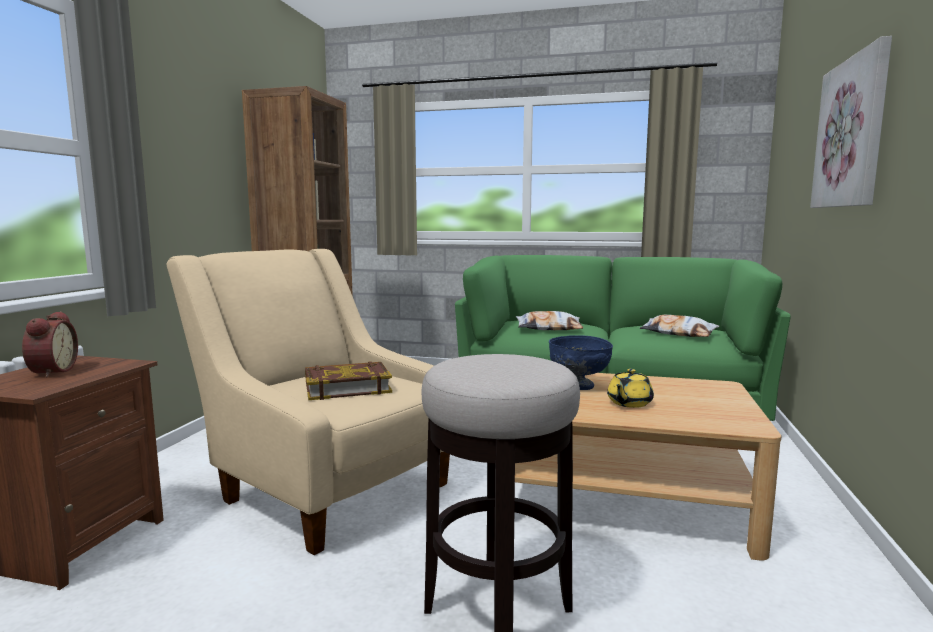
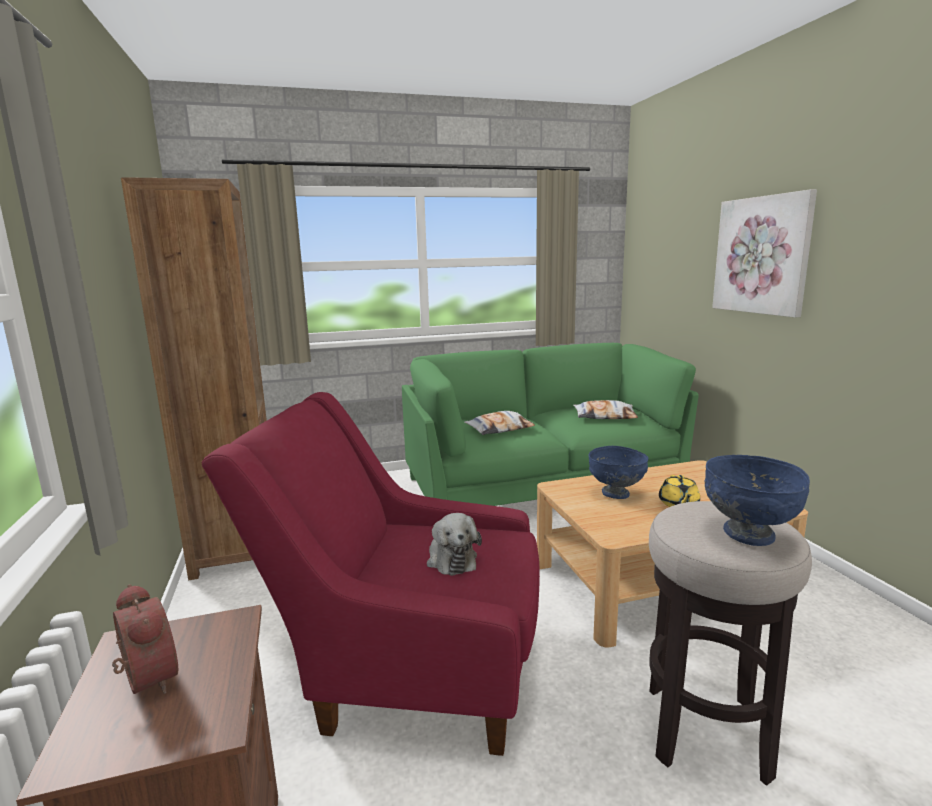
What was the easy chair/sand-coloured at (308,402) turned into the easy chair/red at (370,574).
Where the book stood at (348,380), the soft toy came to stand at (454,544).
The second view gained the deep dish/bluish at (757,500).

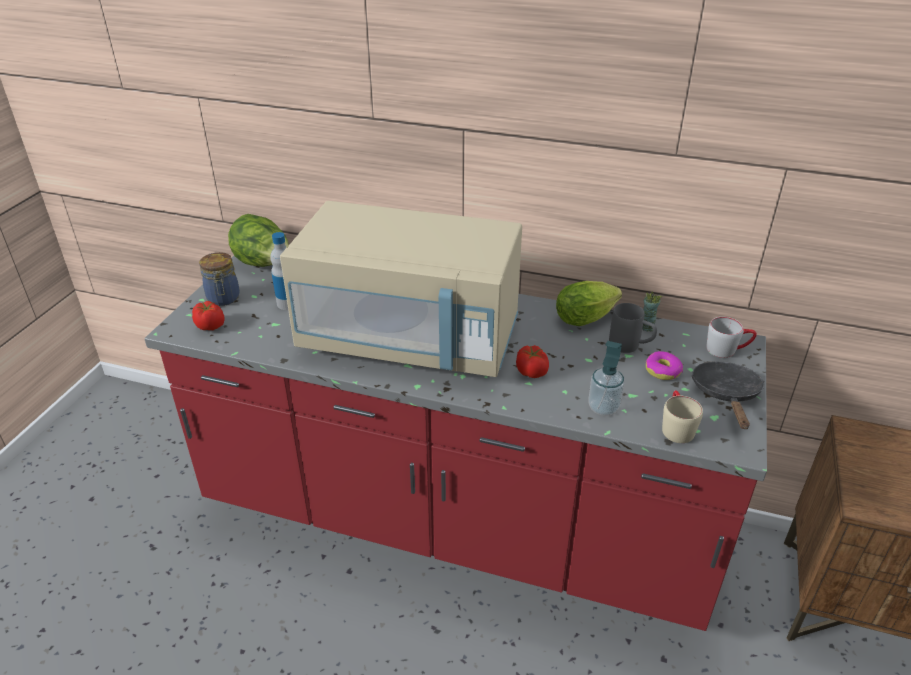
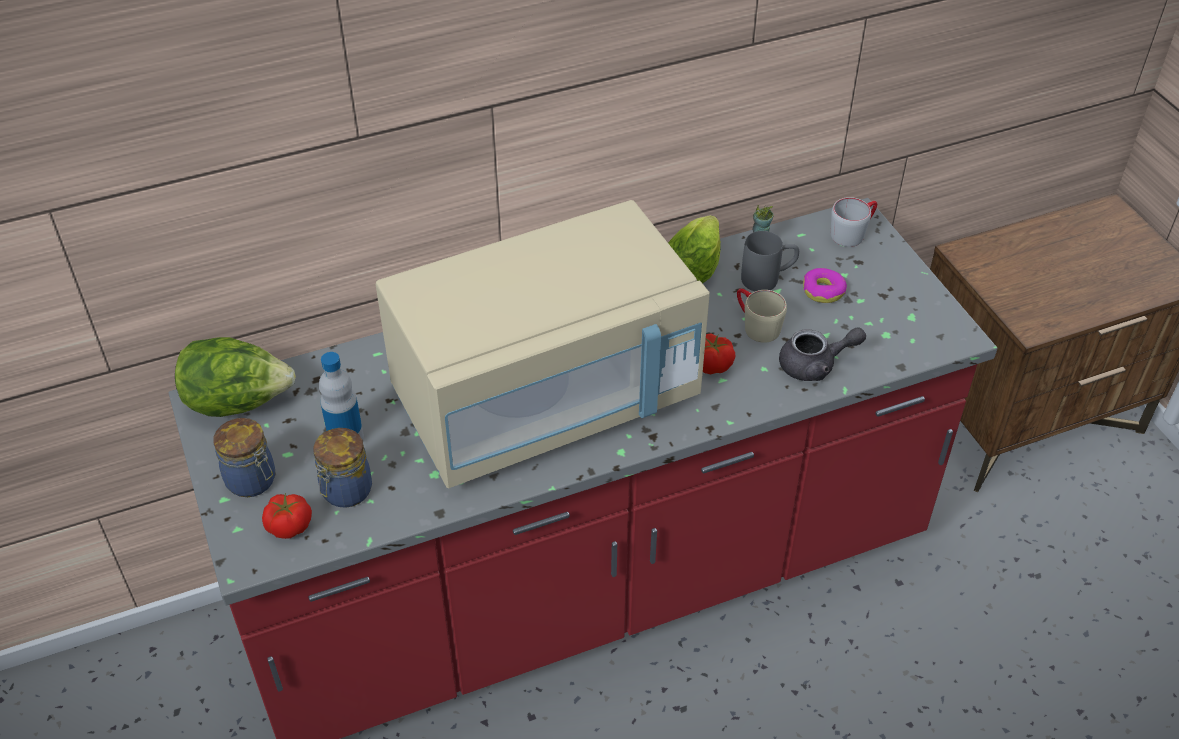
The second view gained the storage jar at (342,468).
The coffee mug/sand-coloured ended up elsewhere, having gone from (682,416) to (762,316).
Where the liquid soap bottle stood at (606,378), the pot for tea/gray came to stand at (822,354).
The second view lost the pan/black-coloured at (728,395).

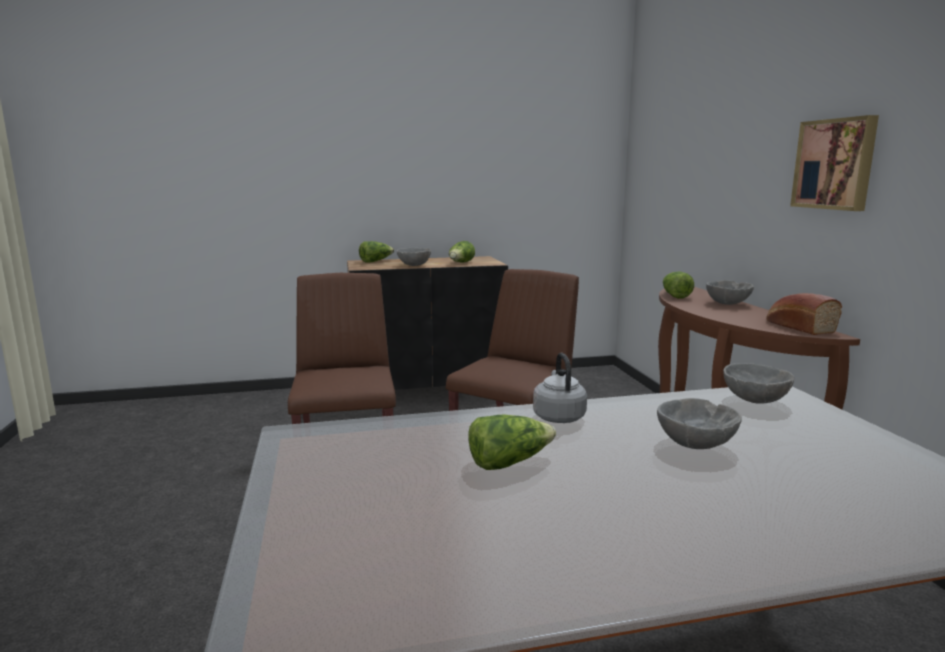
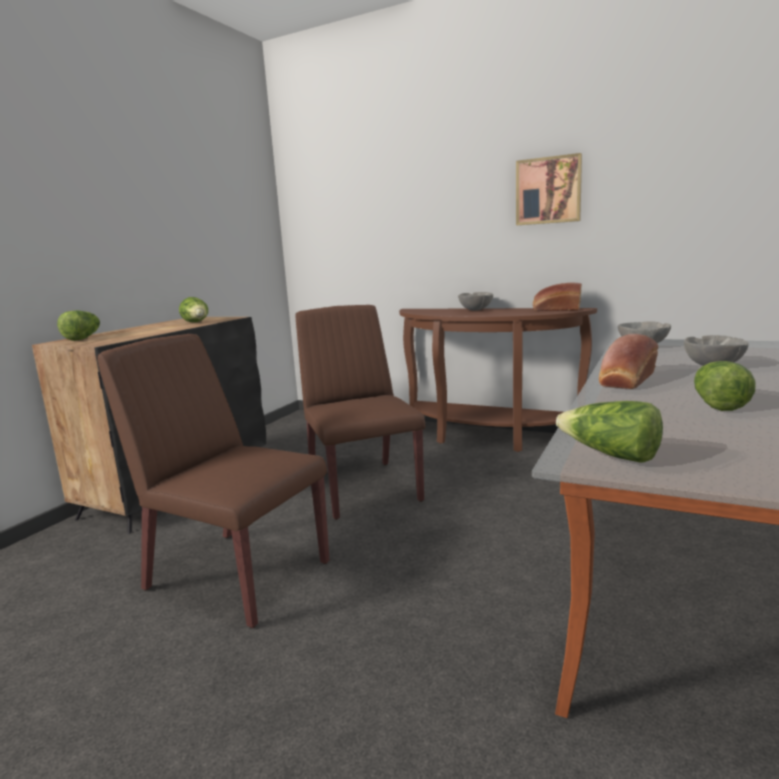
The lettuce ended up elsewhere, having gone from (678,285) to (609,432).
Where the tea kettle/gray stood at (560,388), the baked bread came to stand at (628,361).
The second view lost the deep dish/gray at (414,257).

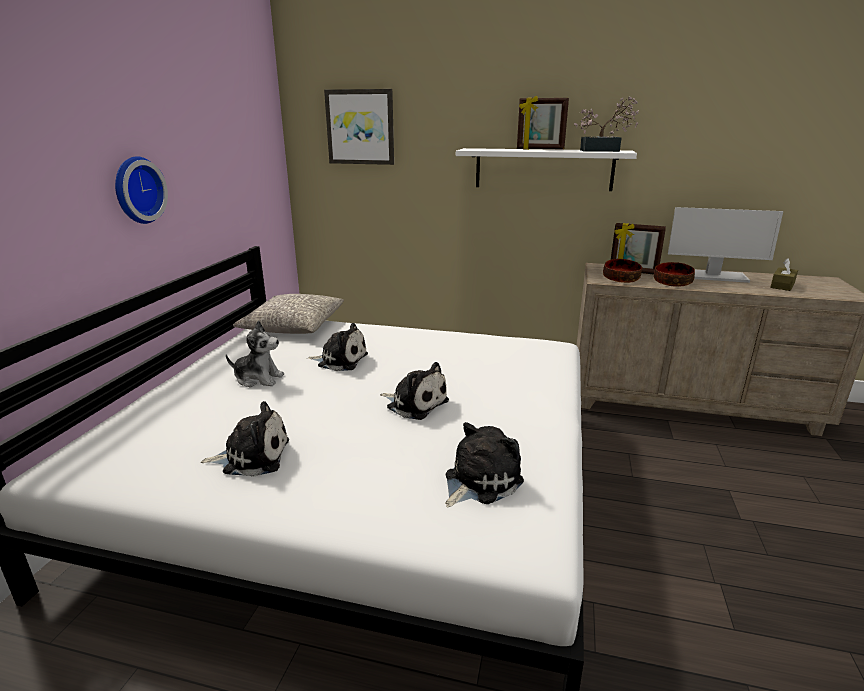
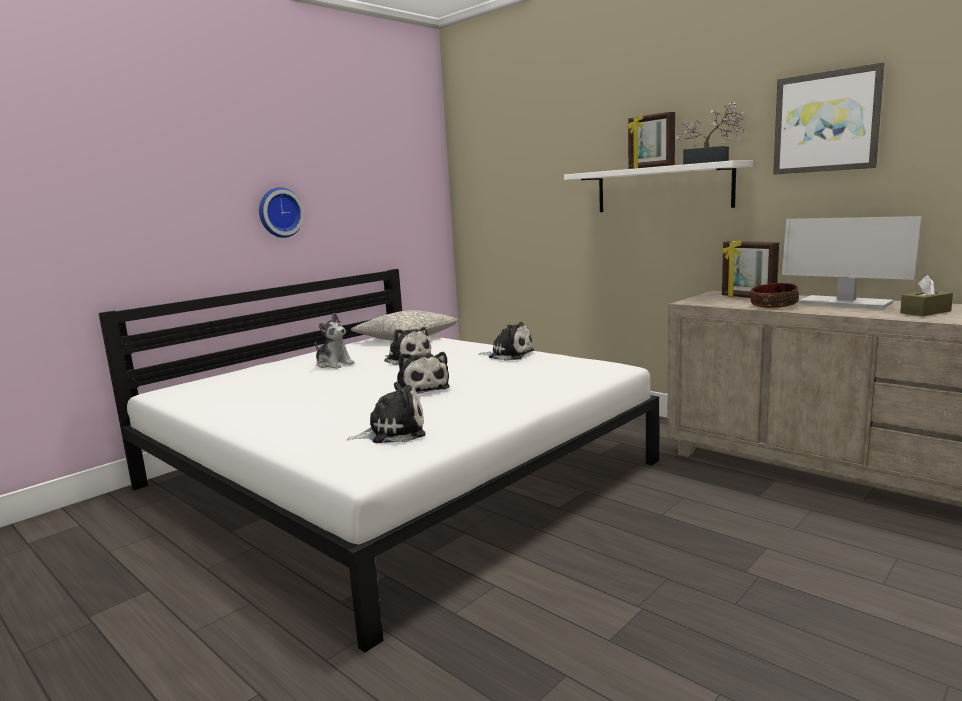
The soft toy ended up elsewhere, having gone from (245,439) to (506,341).
The wall art ended up elsewhere, having gone from (359,127) to (829,118).
The second view lost the deep dish at (622,271).

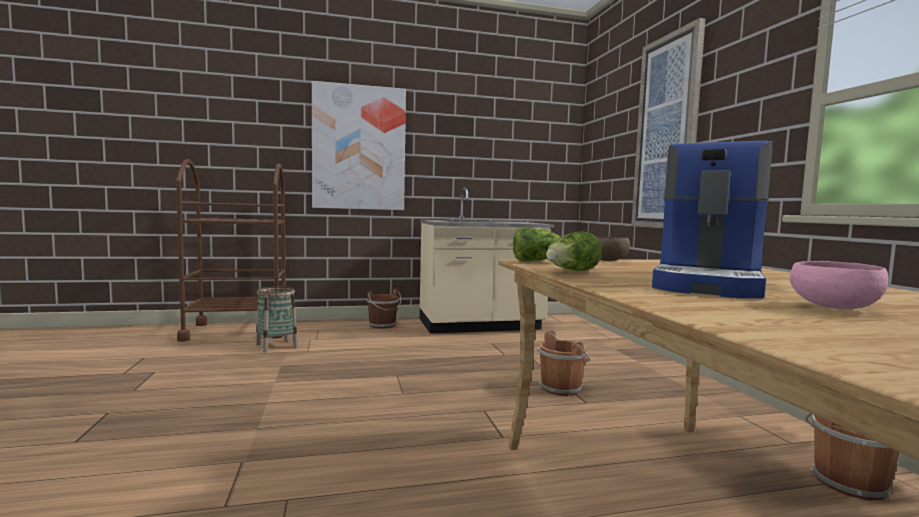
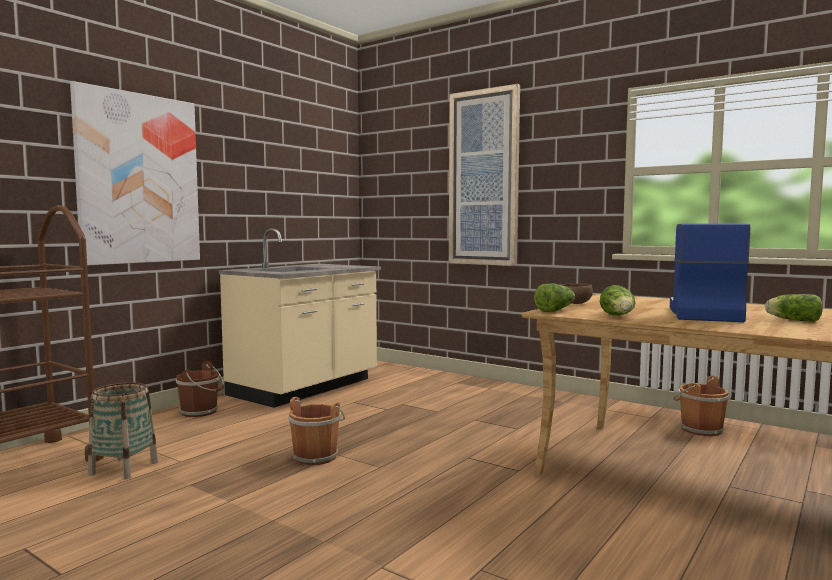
The bucket/brownish ended up elsewhere, having gone from (564,363) to (316,431).
The coffee maker at (712,219) ended up facing another way, 150 degrees counterclockwise from before.
Where the deep dish/pinkish stood at (839,285), the lettuce came to stand at (794,308).

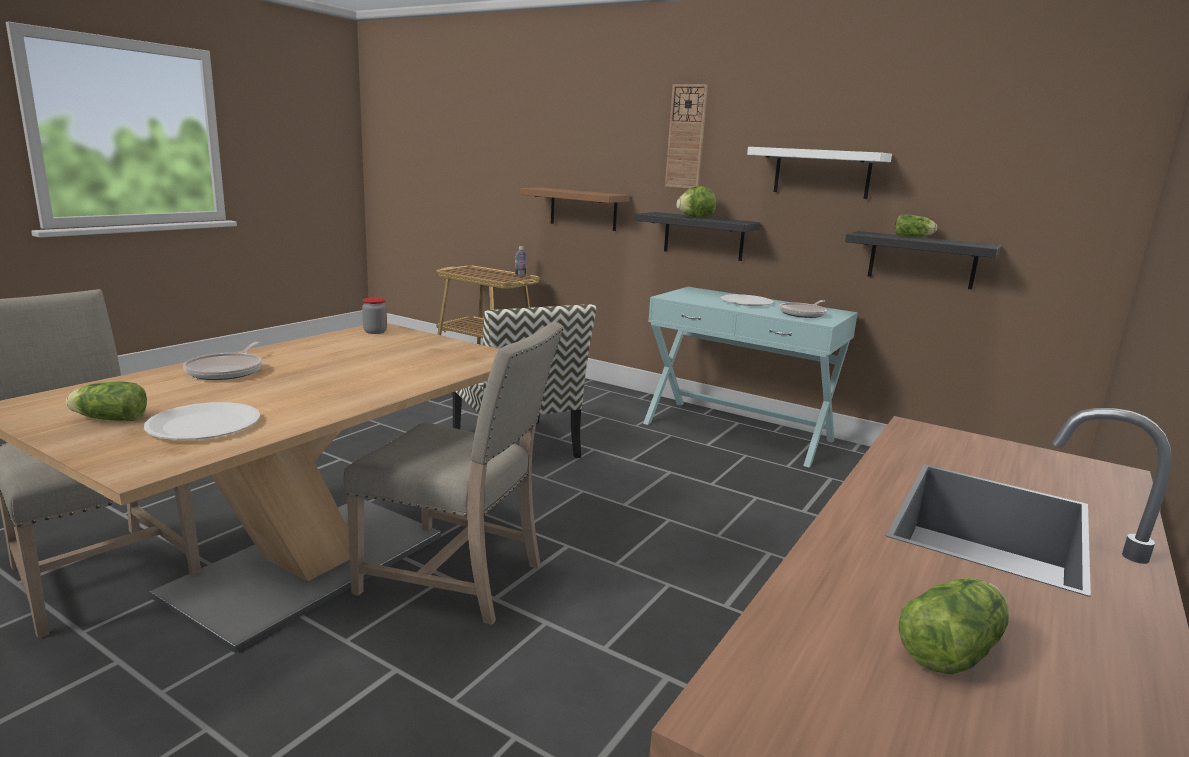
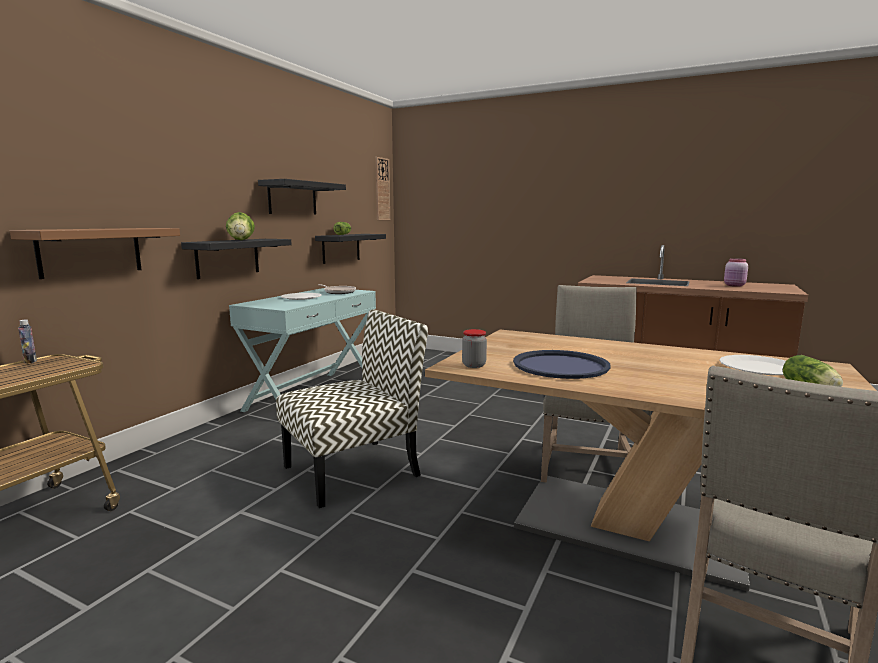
What was the bracket shelf/whitish at (819,173) turned into the bracket shelf/black-coloured at (302,197).
The wall clock ended up elsewhere, having gone from (686,136) to (382,188).
The second view gained the serving tray/bluish at (562,364).
Where the lettuce stood at (954,626), the storage jar/pinkish came to stand at (736,272).
The second view lost the pan at (222,361).

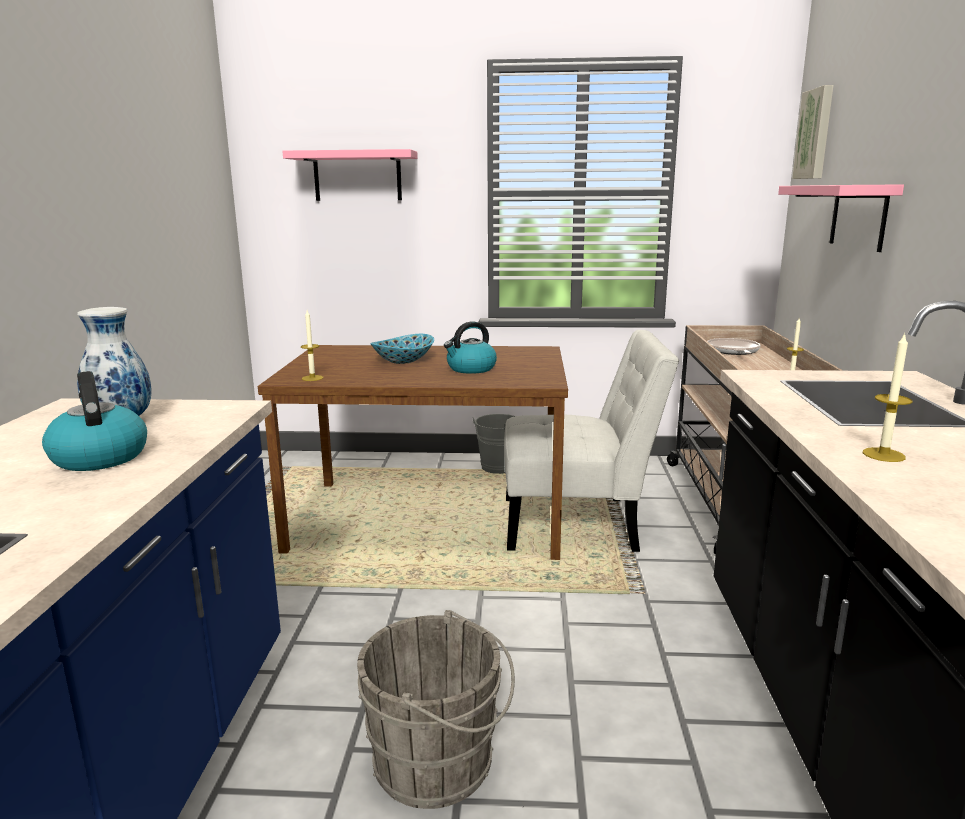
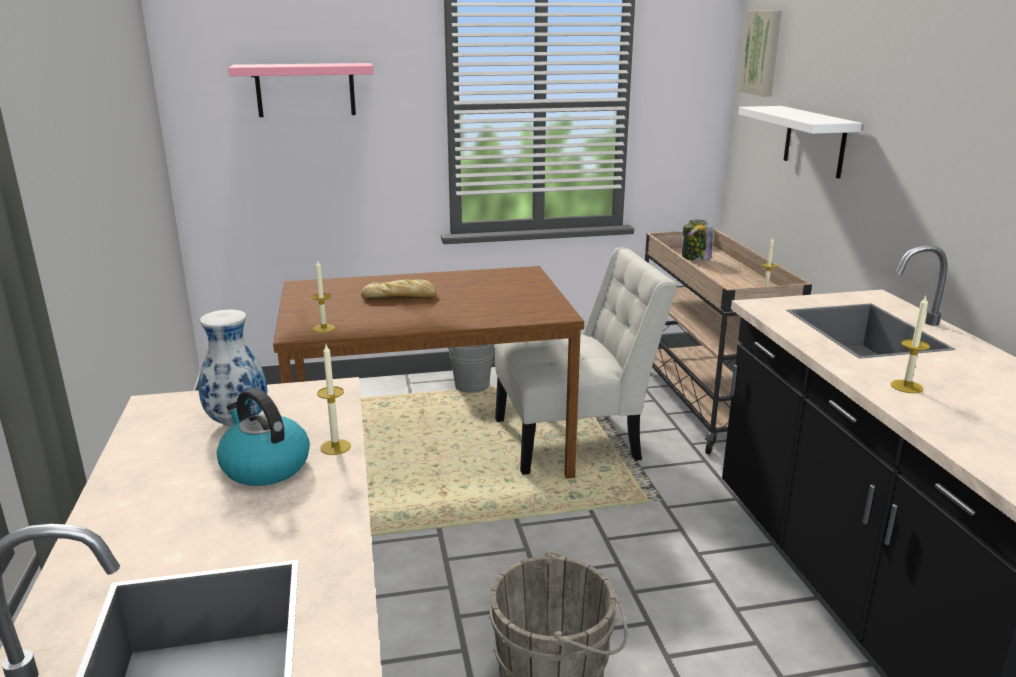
The second view gained the wax candle at (334,400).
Where the deep dish stood at (402,349), the baked bread came to stand at (398,289).
Where the pan stood at (734,346), the storage jar came to stand at (697,240).
What was the bracket shelf/pinkish at (841,218) turned into the bracket shelf/whitish at (800,142).
The second view lost the tea kettle at (470,347).

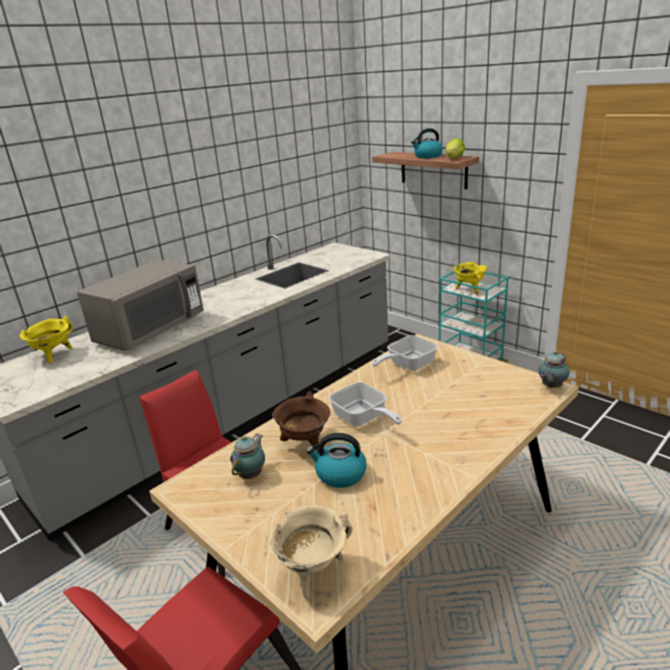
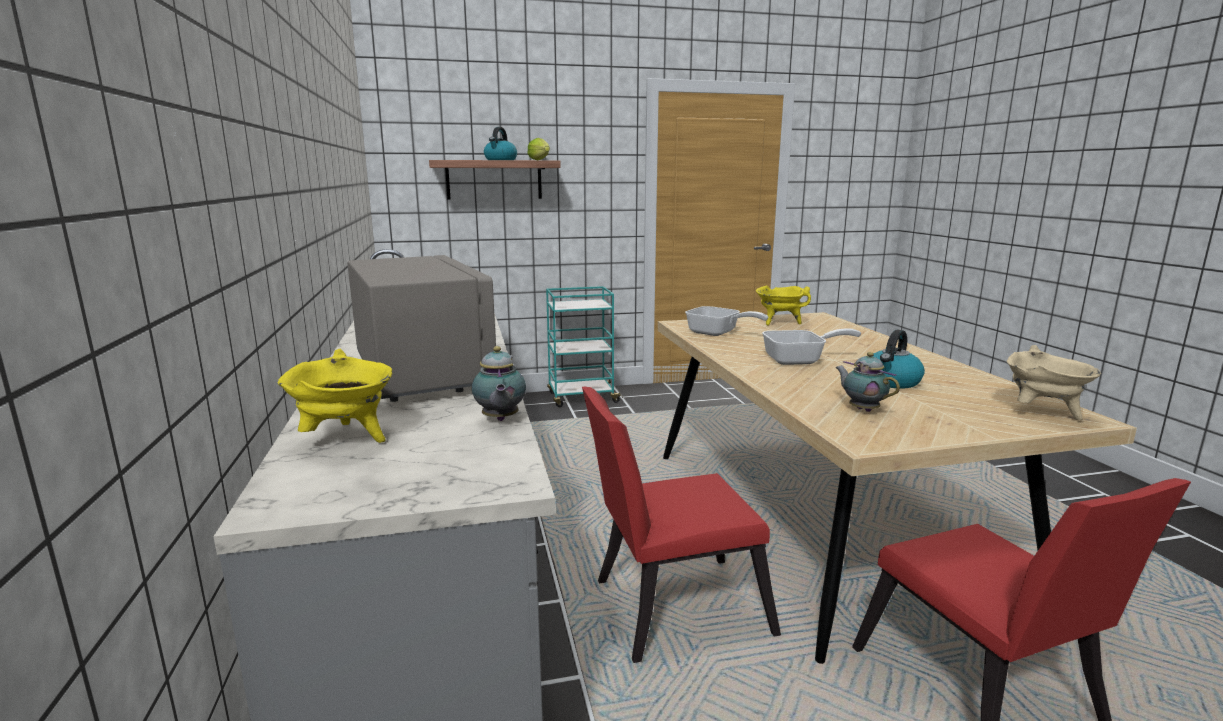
The pot for tea ended up elsewhere, having gone from (553,369) to (499,383).
The pan at (405,353) ended up facing another way, 45 degrees counterclockwise from before.
The saucepot/yellow ended up elsewhere, having gone from (470,278) to (783,305).
The second view lost the saucepot/brownish at (301,422).

